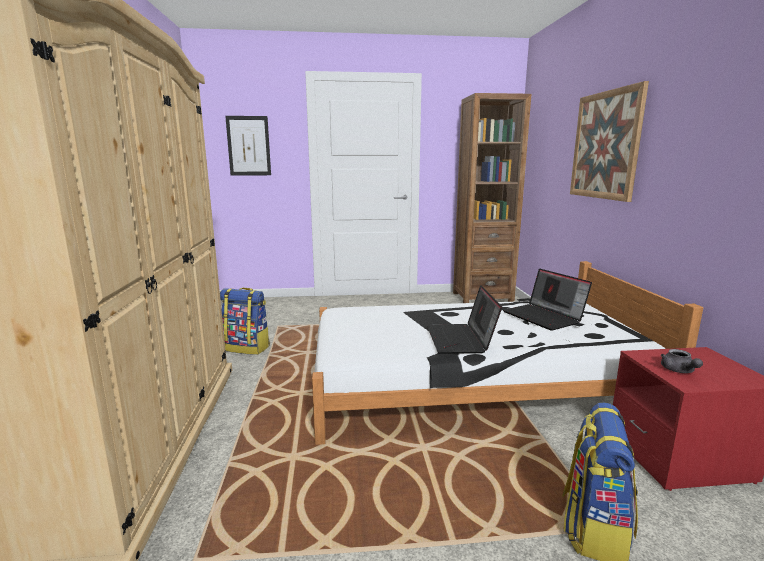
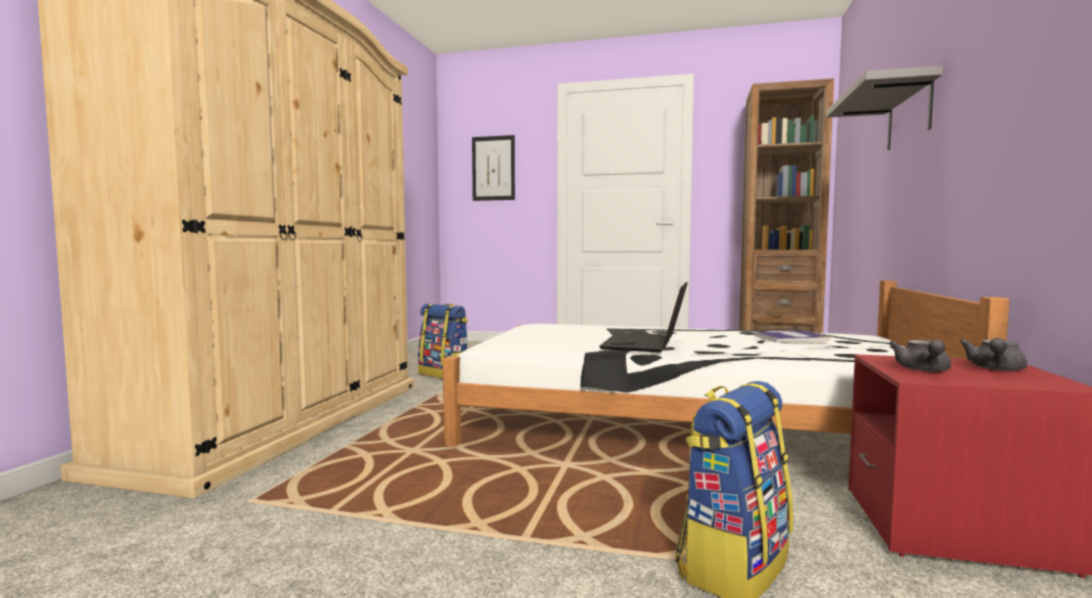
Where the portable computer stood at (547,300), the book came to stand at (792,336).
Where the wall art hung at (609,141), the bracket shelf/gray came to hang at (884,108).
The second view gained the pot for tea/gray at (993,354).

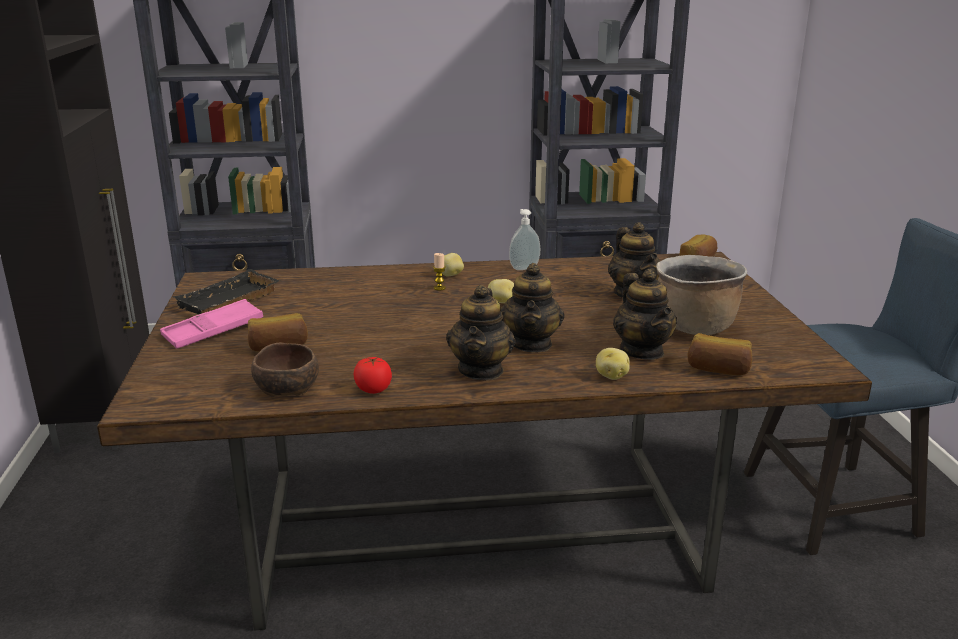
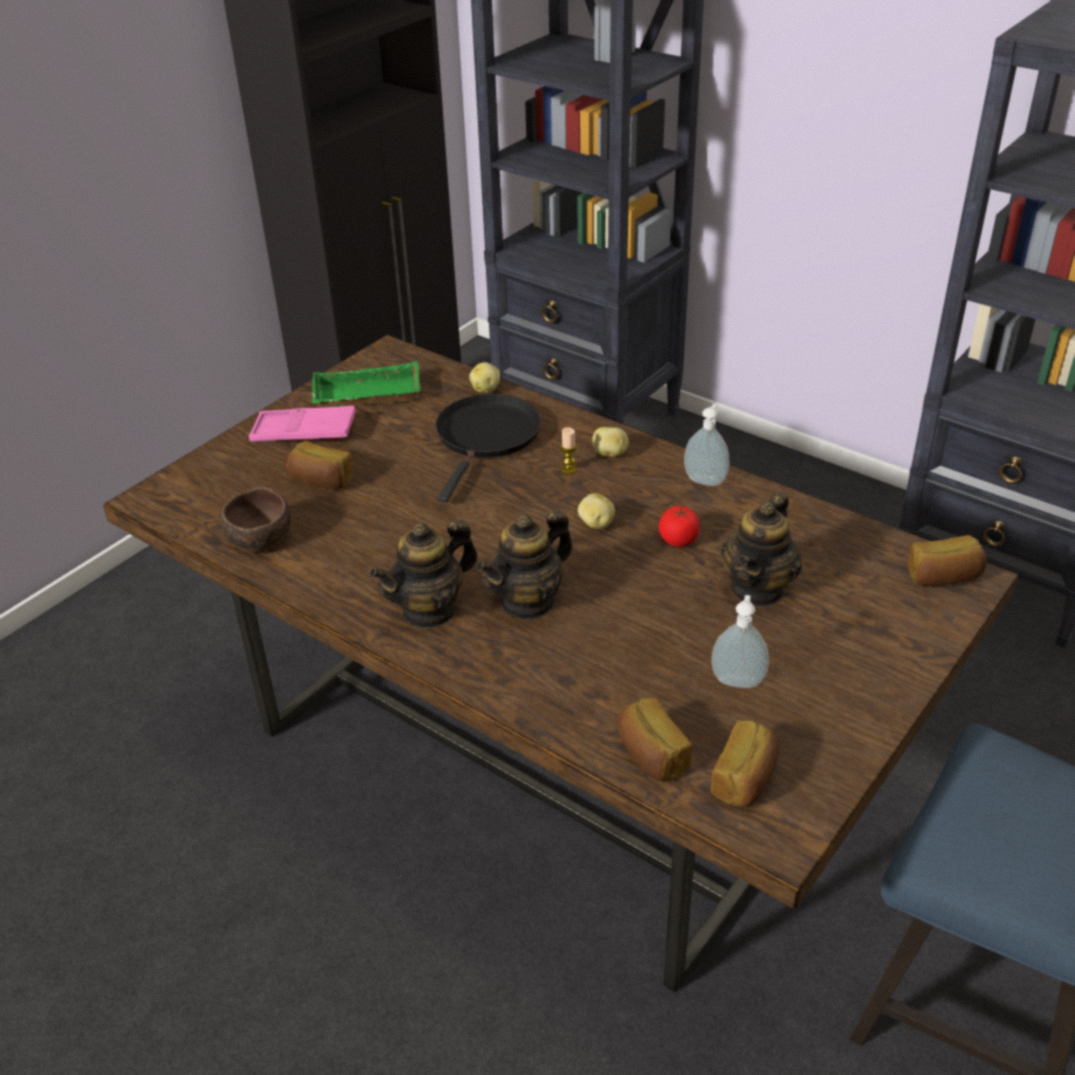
What was the serving tray/black-coloured at (226,291) turned into the serving tray/green at (366,384).
The second view gained the pan/black-coloured at (488,448).
The potato ended up elsewhere, having gone from (613,364) to (484,377).
The whole tomato ended up elsewhere, having gone from (372,375) to (679,526).
Where the saucepot/brownish stood at (701,295), the liquid soap bottle came to stand at (740,641).
The second view gained the baked bread at (745,763).
The second view lost the pot for tea at (645,314).

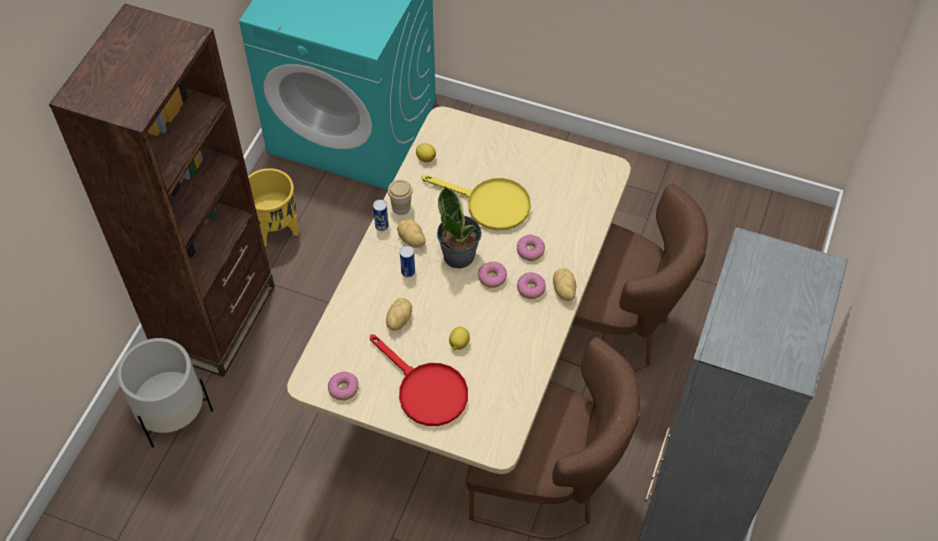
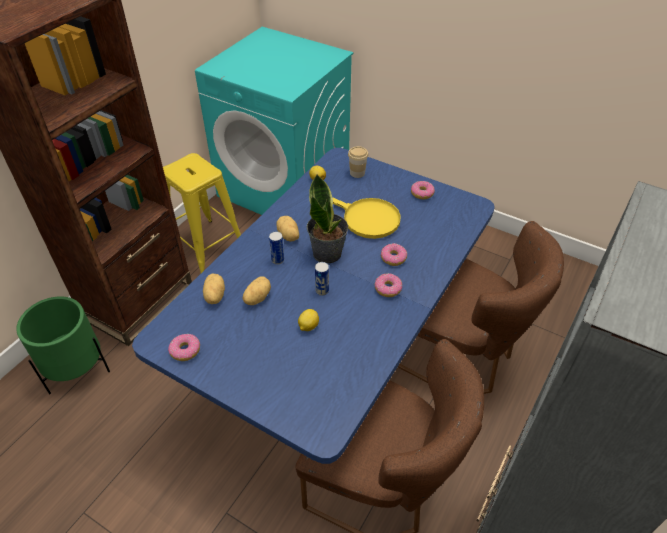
What was the planter/whitish at (165,393) turned into the planter/green at (63,345).
What was the kitchen table/sand-coloured at (459,290) turned into the kitchen table/bluish at (313,306).
Where the planter/yellow stood at (273,207), the sitting stool/yellow came to stand at (202,213).
The potato ended up elsewhere, having gone from (564,284) to (214,288).
The sealed can ended up elsewhere, having gone from (381,215) to (322,279).
The small cup ended up elsewhere, having gone from (400,197) to (358,162).
The donut ended up elsewhere, having gone from (492,275) to (423,190).
The second view lost the pan/red at (419,380).

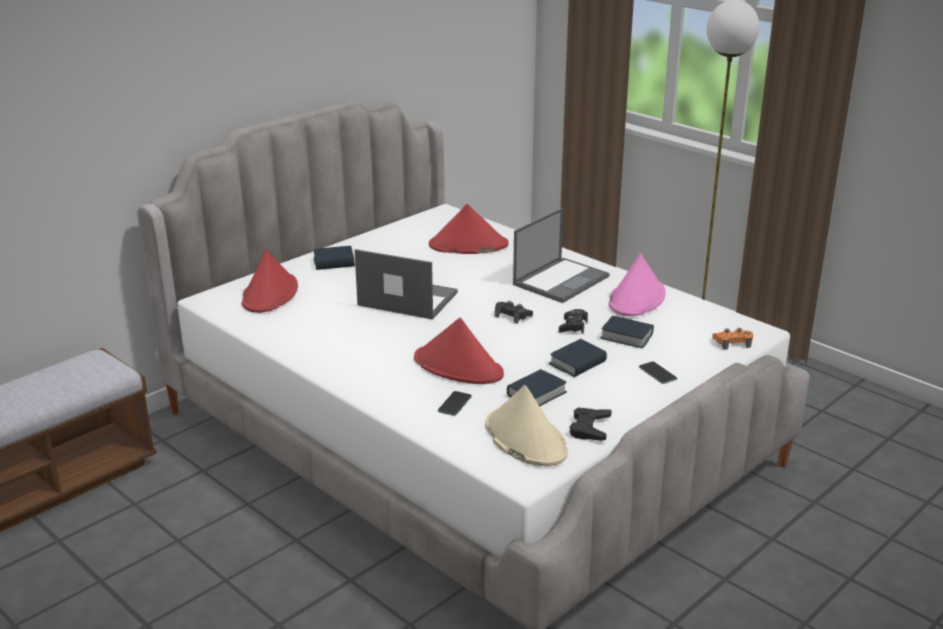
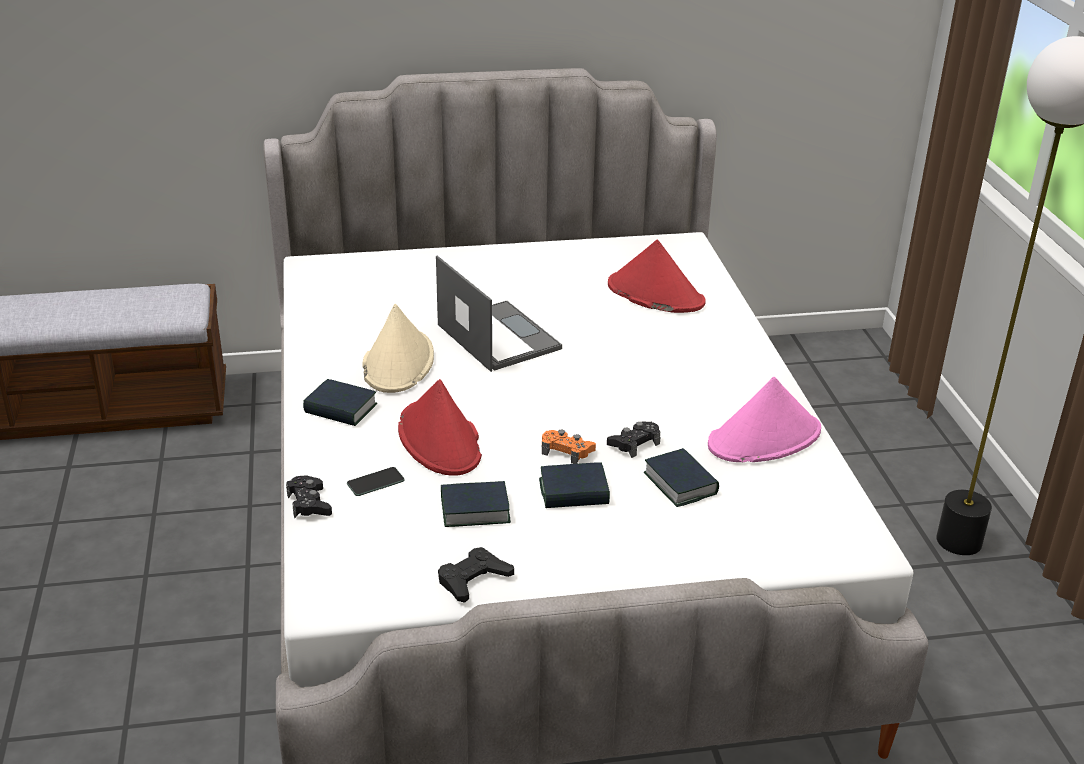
The joypad/black-coloured ended up elsewhere, having gone from (514,312) to (309,496).
The book ended up elsewhere, having gone from (334,258) to (340,402).
The hat/sand-coloured ended up elsewhere, having gone from (526,426) to (398,348).
The joypad/orangey ended up elsewhere, having gone from (732,338) to (569,446).
The second view lost the hat/red at (269,281).
The second view lost the portable computer at (561,255).
The second view lost the phone at (658,372).

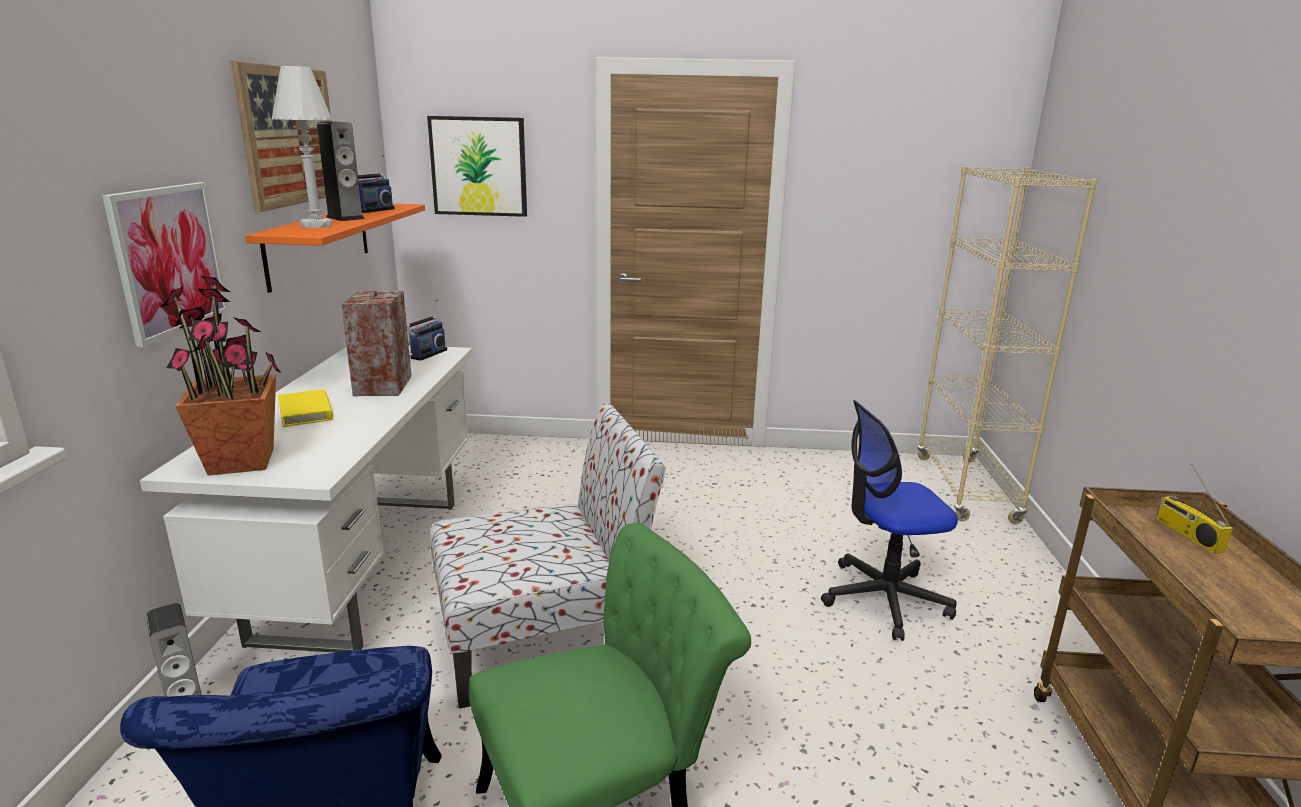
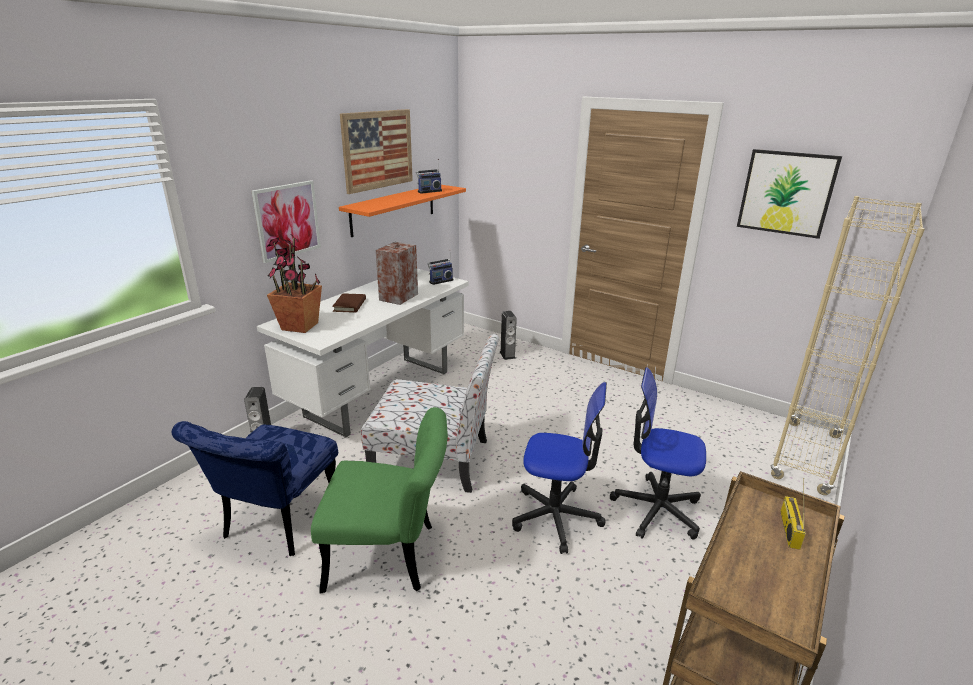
What was the book/yellow at (305,408) turned into the book/brownish at (349,302).
The speaker ended up elsewhere, having gone from (341,171) to (508,335).
The second view gained the desk chair at (559,468).
The wall art ended up elsewhere, having gone from (477,166) to (789,194).
The second view lost the table lamp/whitish at (302,147).

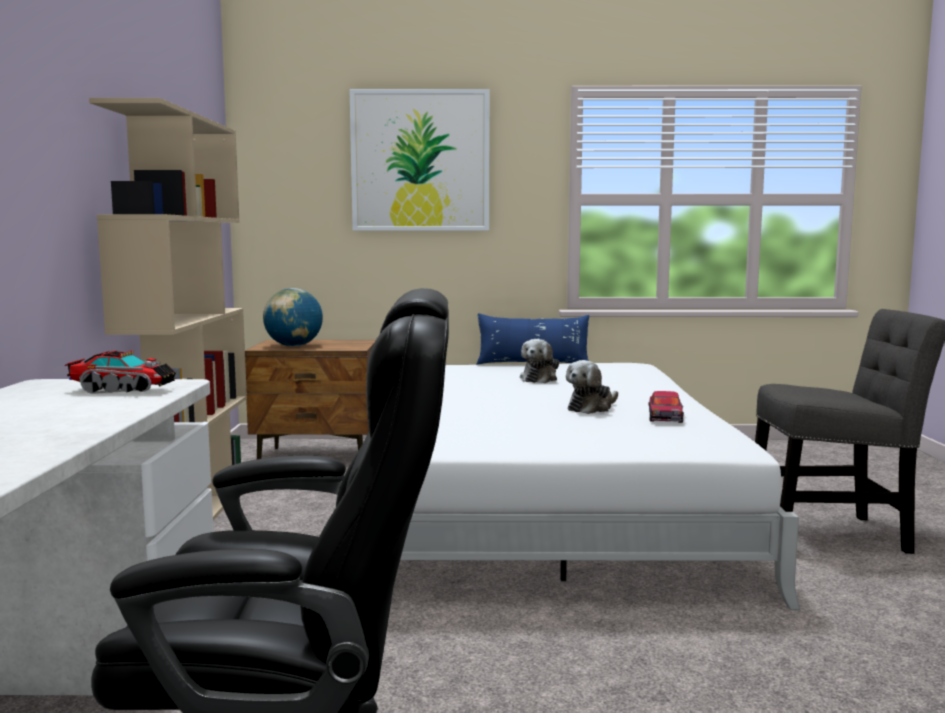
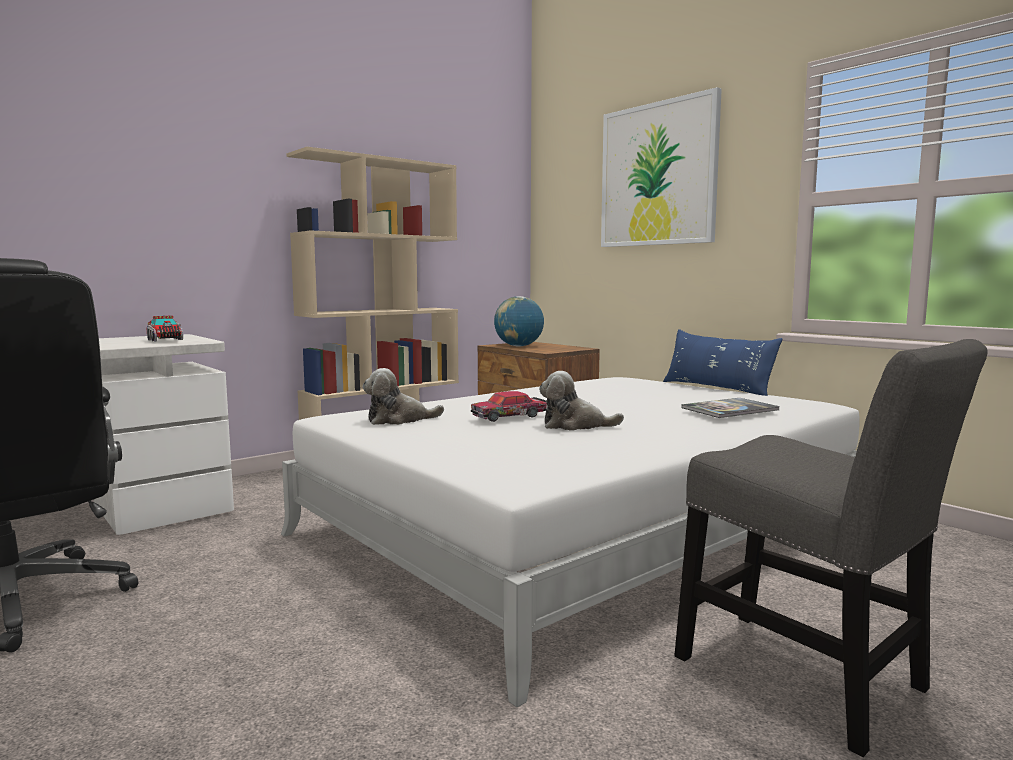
The soft toy ended up elsewhere, having gone from (539,361) to (403,396).
The toy car ended up elsewhere, having gone from (666,407) to (509,406).
The second view gained the book at (731,408).

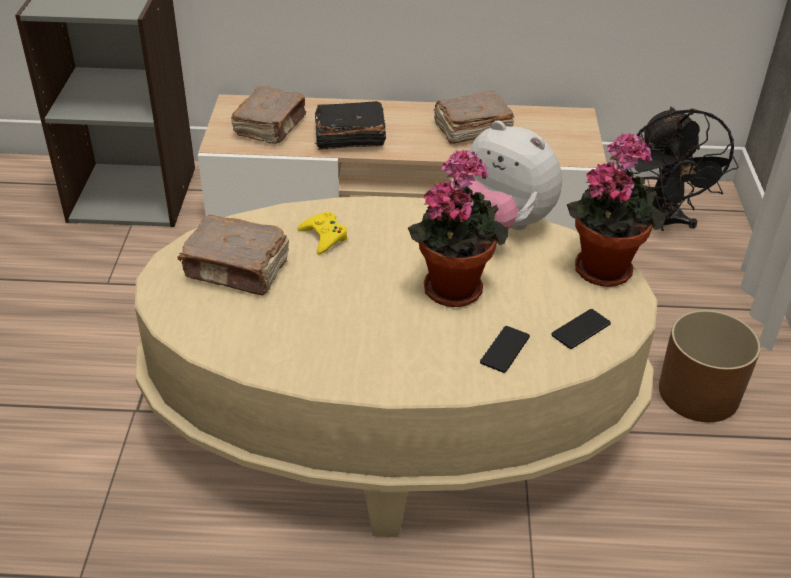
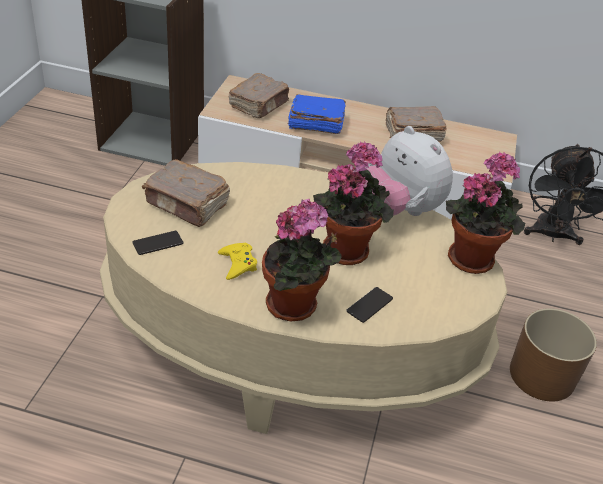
The phone ended up elsewhere, having gone from (581,329) to (158,243).
The joypad/yellow ended up elsewhere, having gone from (322,233) to (237,261).
The second view gained the houseplant at (302,260).
What was the book/black-coloured at (350,125) turned into the book/bluish at (317,114).

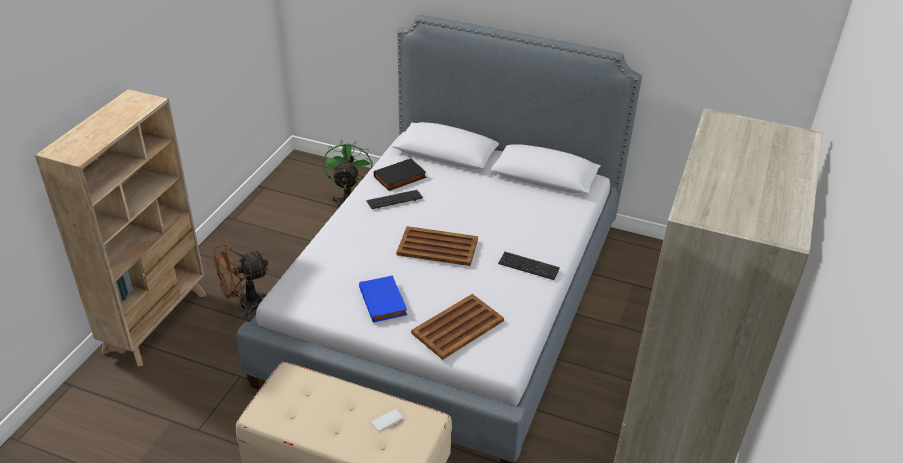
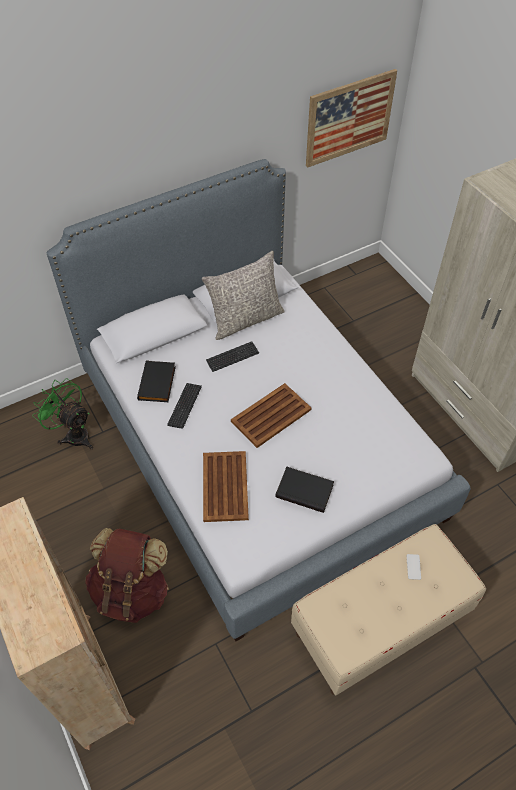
Where the fan/brownish stood at (240,281), the knapsack/brownish came to stand at (127,575).
The second view gained the throw pillow/gray at (243,295).
The serving tray/brownish ended up elsewhere, having gone from (457,327) to (226,486).
The keyboard ended up elsewhere, having gone from (529,266) to (232,356).
What was the book/bluish at (383,299) turned into the book/black-coloured at (304,490).
The second view gained the wall art at (351,118).

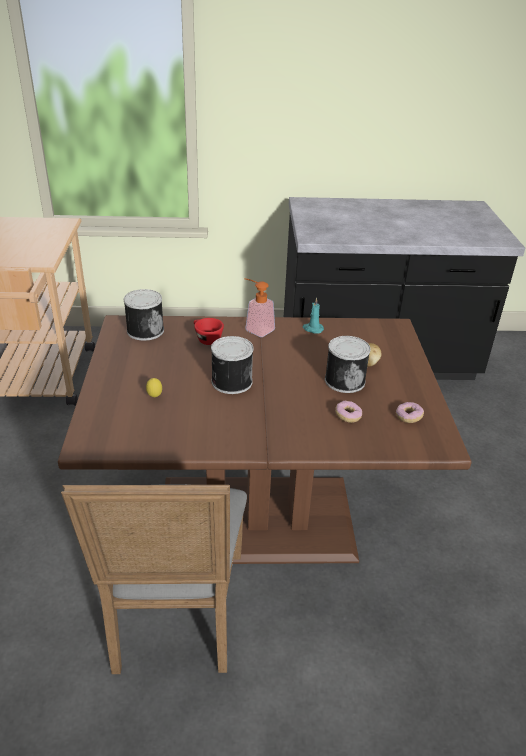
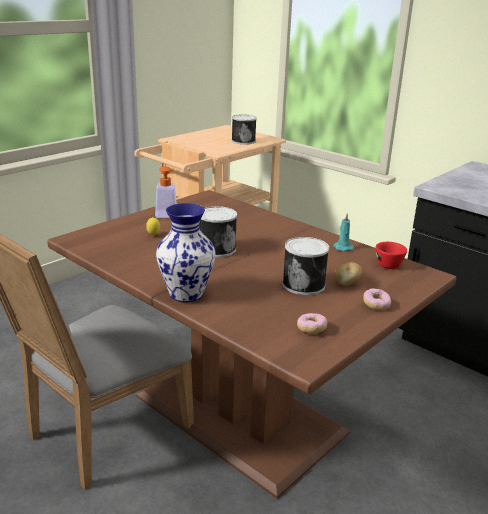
The liquid soap bottle ended up elsewhere, having gone from (259,307) to (166,191).
The second view gained the decorative vase at (186,253).
The sealed can ended up elsewhere, having gone from (144,315) to (244,129).
The donut ended up elsewhere, having gone from (348,412) to (377,299).
The small cup/red ended up elsewhere, having gone from (209,331) to (391,255).

